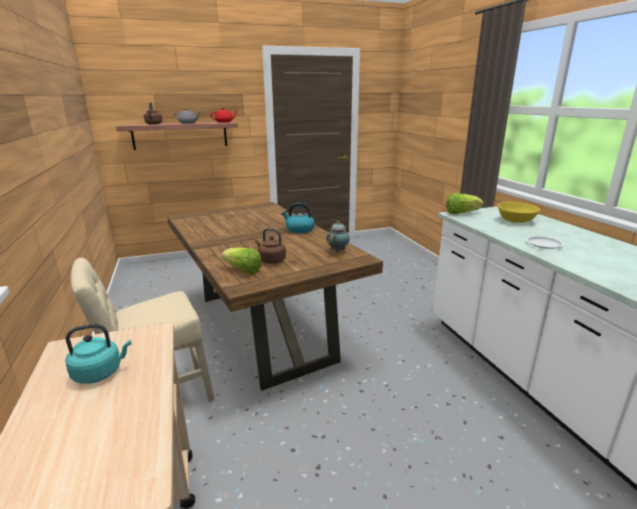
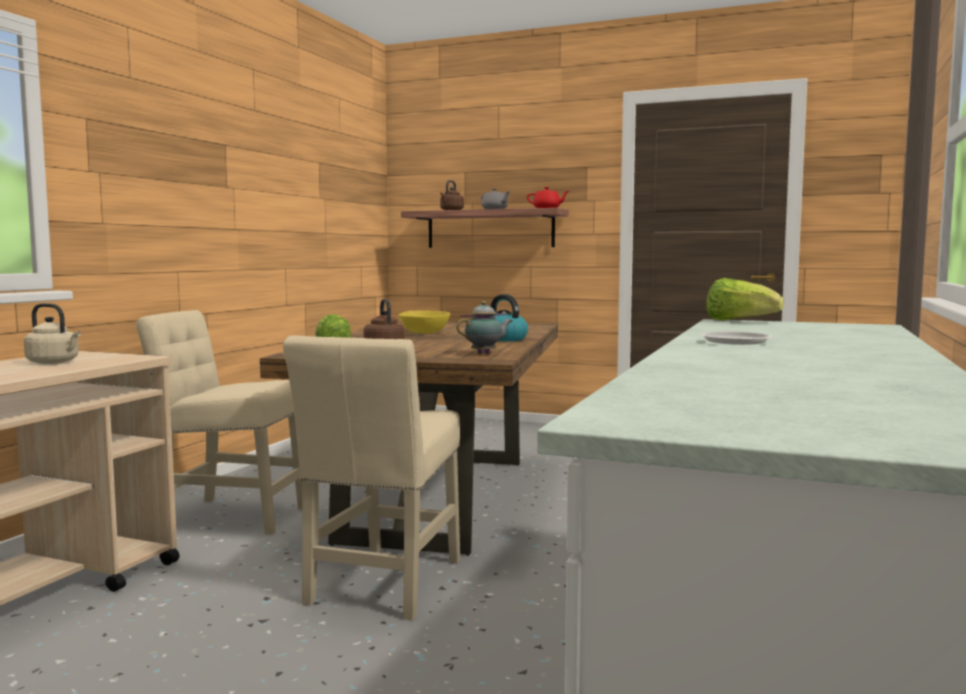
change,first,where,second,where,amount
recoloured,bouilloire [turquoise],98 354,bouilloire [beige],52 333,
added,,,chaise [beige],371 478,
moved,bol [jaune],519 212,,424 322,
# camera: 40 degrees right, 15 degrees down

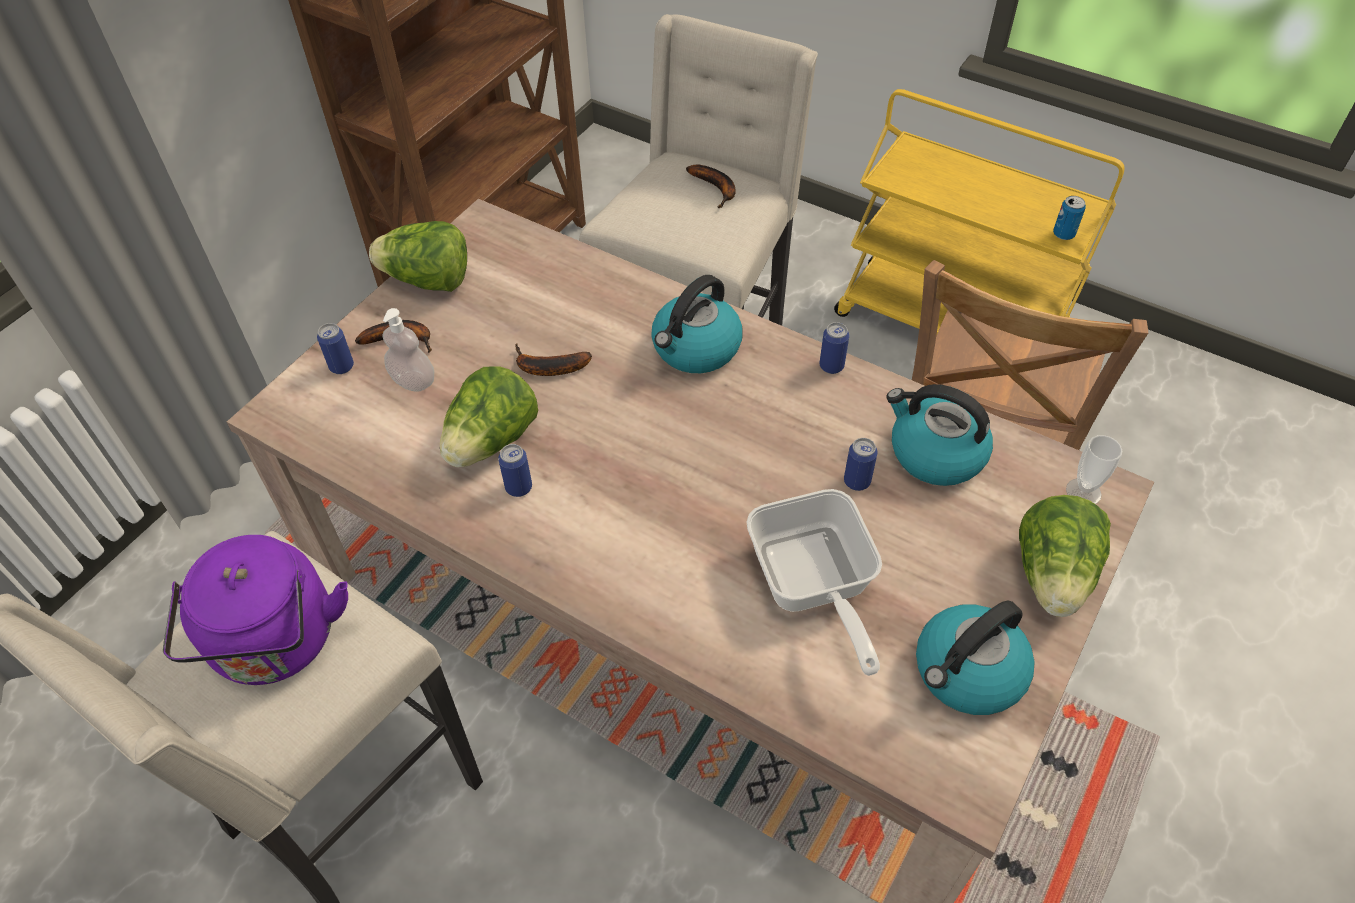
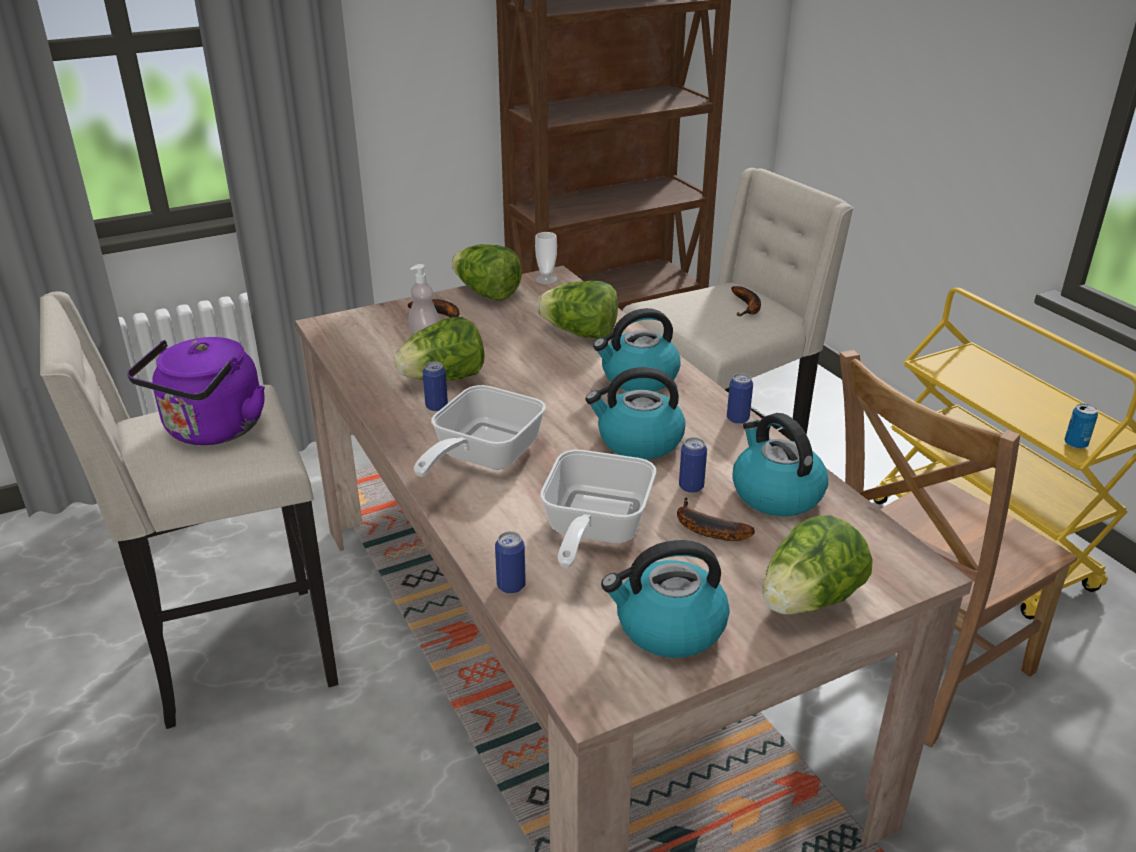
change,first,where,second,where,amount
added,,,poêle,480 431,
moved,boîte métallique,335 348,,510 562,
moved,tasse,1094 469,,546 258,
added,,,laitue,577 310,
added,,,bouilloire,635 413,
moved,banane,553 360,,716 519,
# camera: 30 degrees right, 20 degrees down

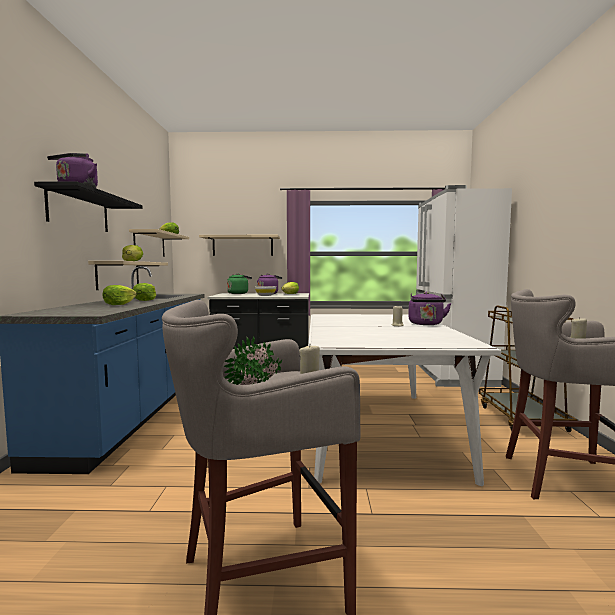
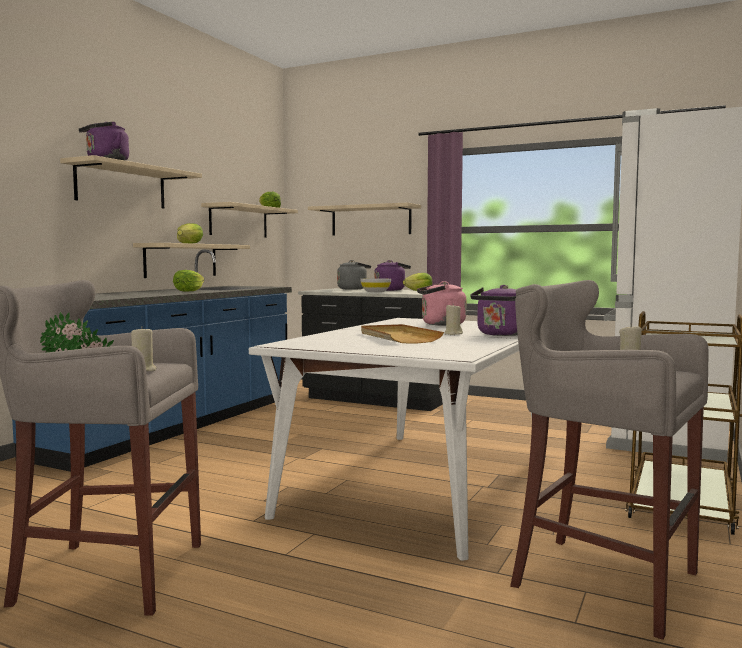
change,first,where,second,where,amount
recoloured,étagère [noir],88 206,étagère [beige],131 182,
recoloured,bouilloire [vert],239 283,bouilloire [gris],354 275,
added,,,plateau [beige],402 333,
added,,,bouilloire [rose],441 303,
removed,laitue,119 295,,,
# camera: 25 degrees right, 0 degrees up

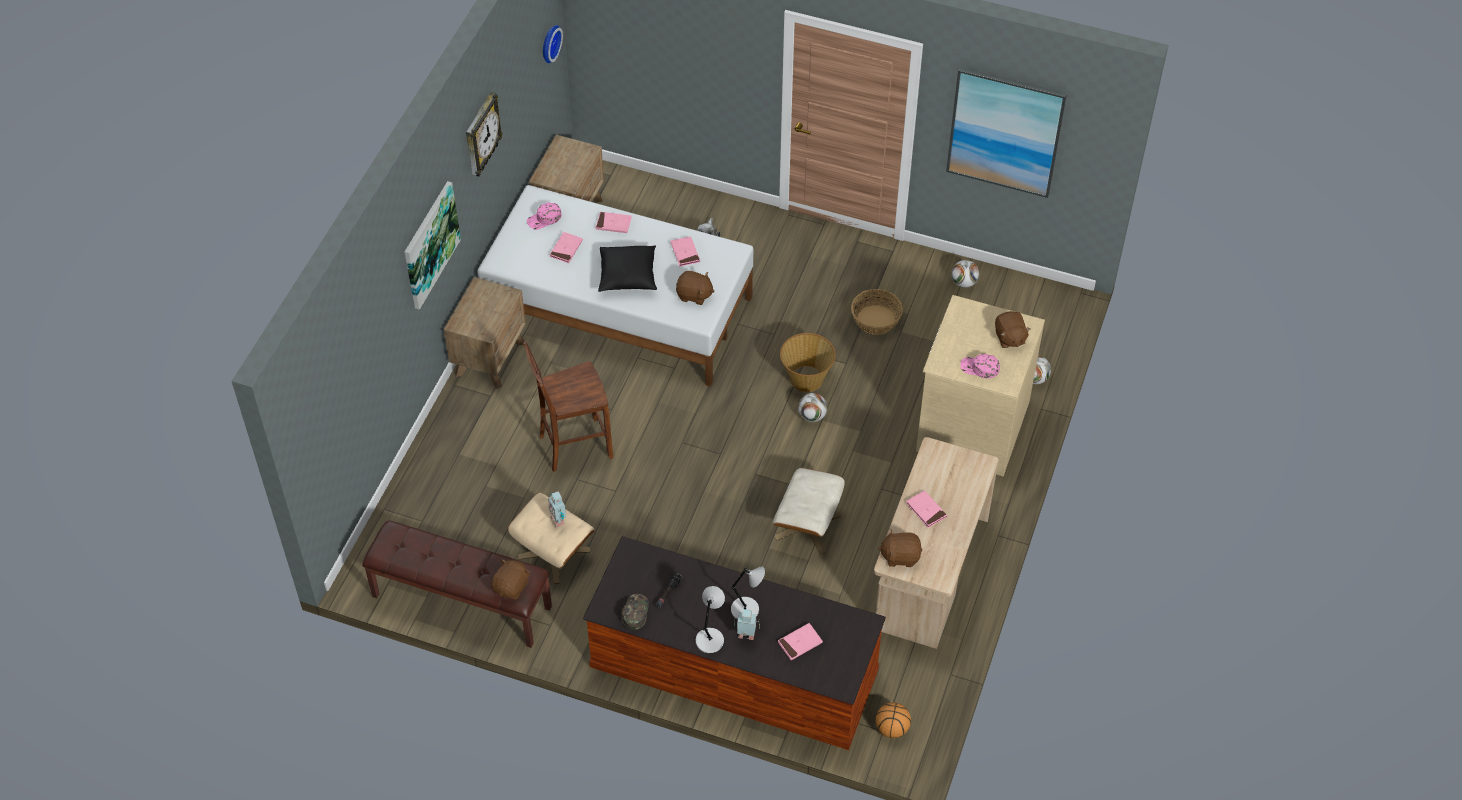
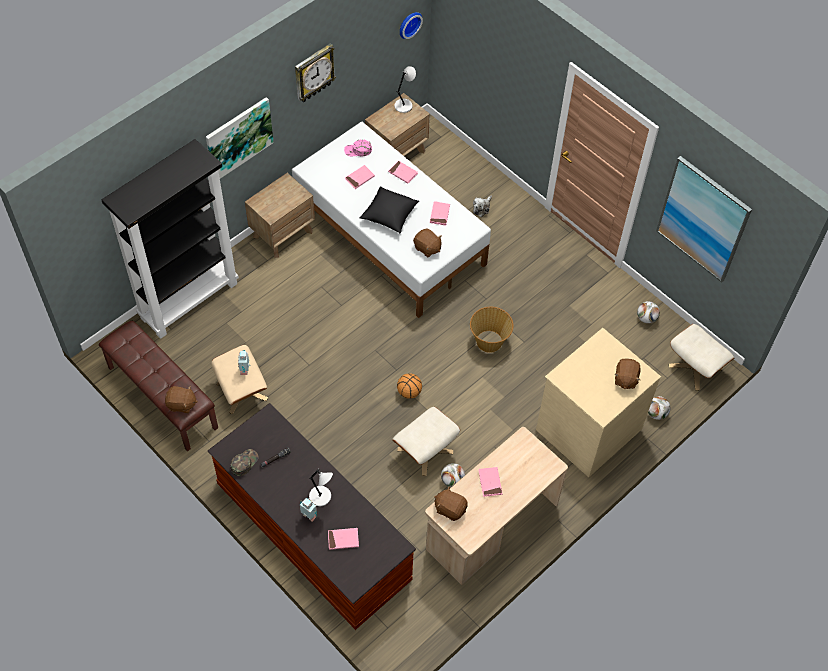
change,first,where,second,where,amount
added,,,bibliothèque [noir],170 239,
turned,peluche [marron],510 579,,181 399,45 degrees clockwise
moved,lampe de table [gris],710 619,,405 89,
moved,ballon de basket,893 720,,409 386,
moved,ballon de foot,812 407,,453 475,
added,,,pouf [beige],701 357,
removed,chaise [marron],568 407,,,
removed,panier,877 312,,,
removed,casquette [rose],980 366,,,
# camera: 25 degrees right, 5 degrees up

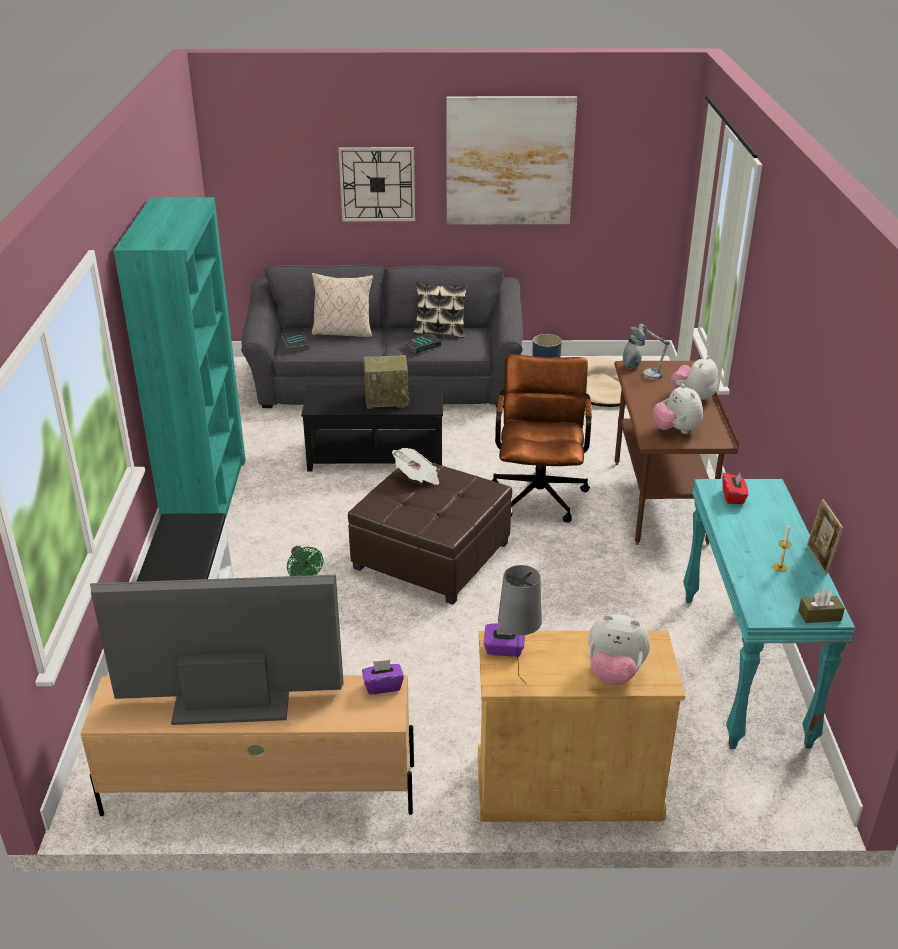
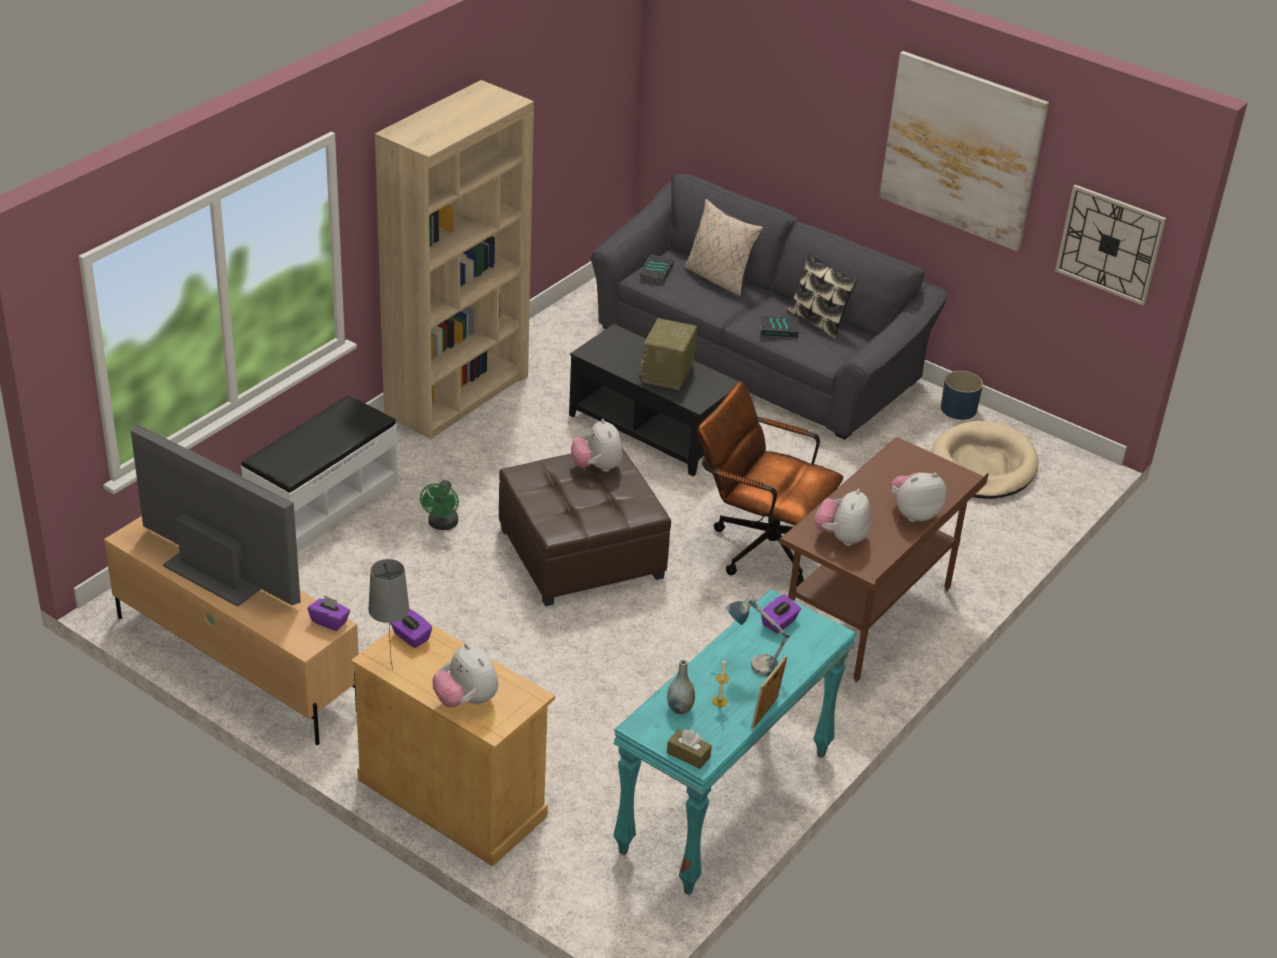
change,first,where,second,where,amount
recoloured,bibliothèque [turquoise],180 357,bibliothèque [beige],454 259,
replaced,journal,415 466,peluche,596 445,
turned,radio,387 382,,668 354,75 degrees clockwise
moved,vase [gris],632 348,,681 687,
turned,chaise de bureau [marron],542 438,,770 483,105 degrees counterclockwise
moved,lampe de table,648 352,,758 635,
recoloured,boîte à mouchoirs [rouge],735 488,boîte à mouchoirs [violet],781 613,
moved,horloge murale,376 184,,1110 245,
# camera: 35 degrees right, 5 degrees up

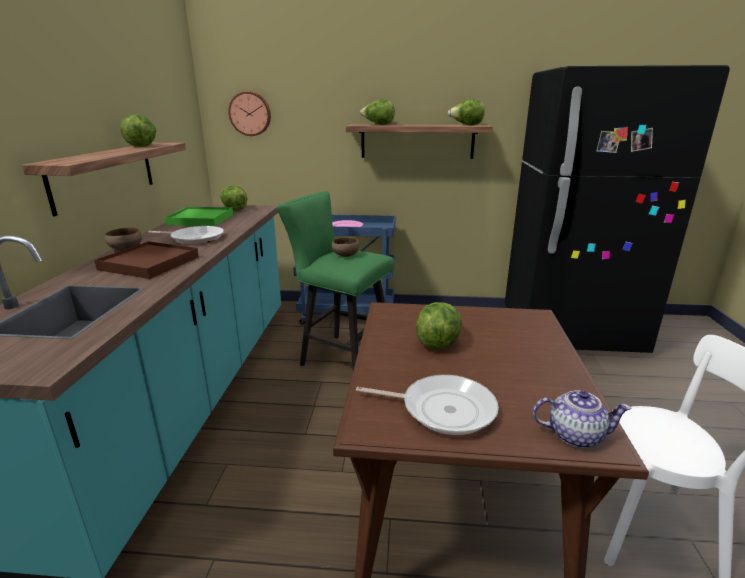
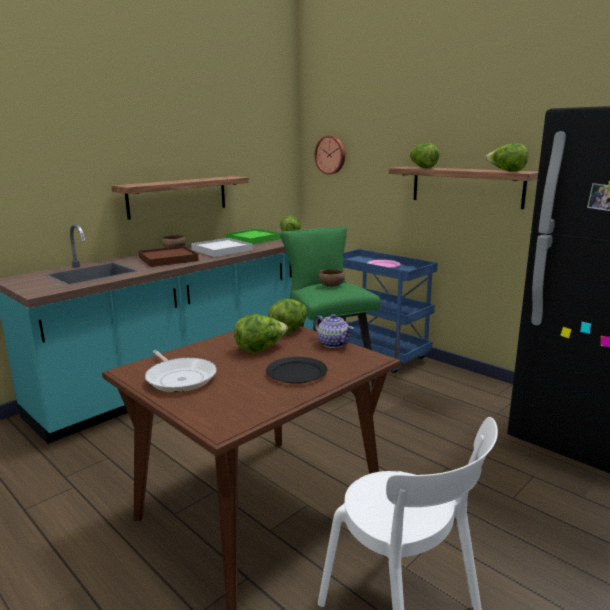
change,first,where,second,where,amount
replaced,poêle,186 235,plateau [blanc],222 247,
added,,,assiette [noir],296 370,
moved,laitue,138 130,,287 316,
moved,théière,582 419,,334 331,
# camera: 40 degrees right, 5 degrees down

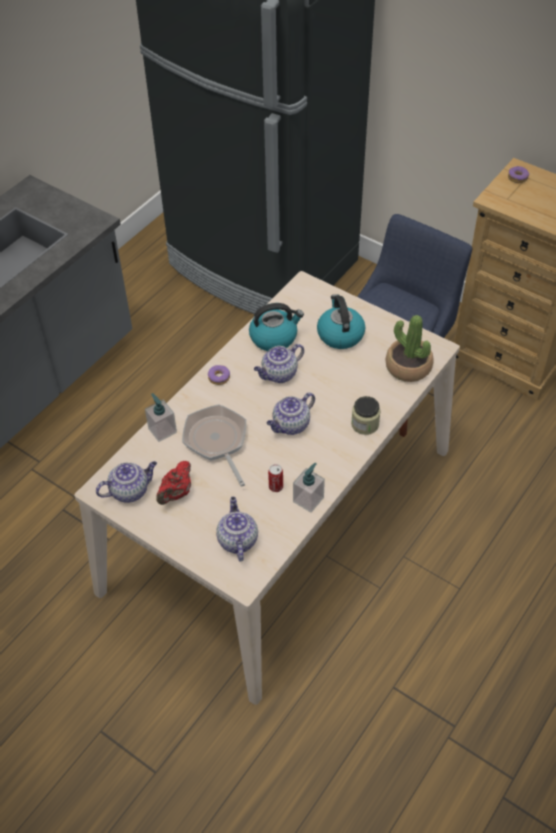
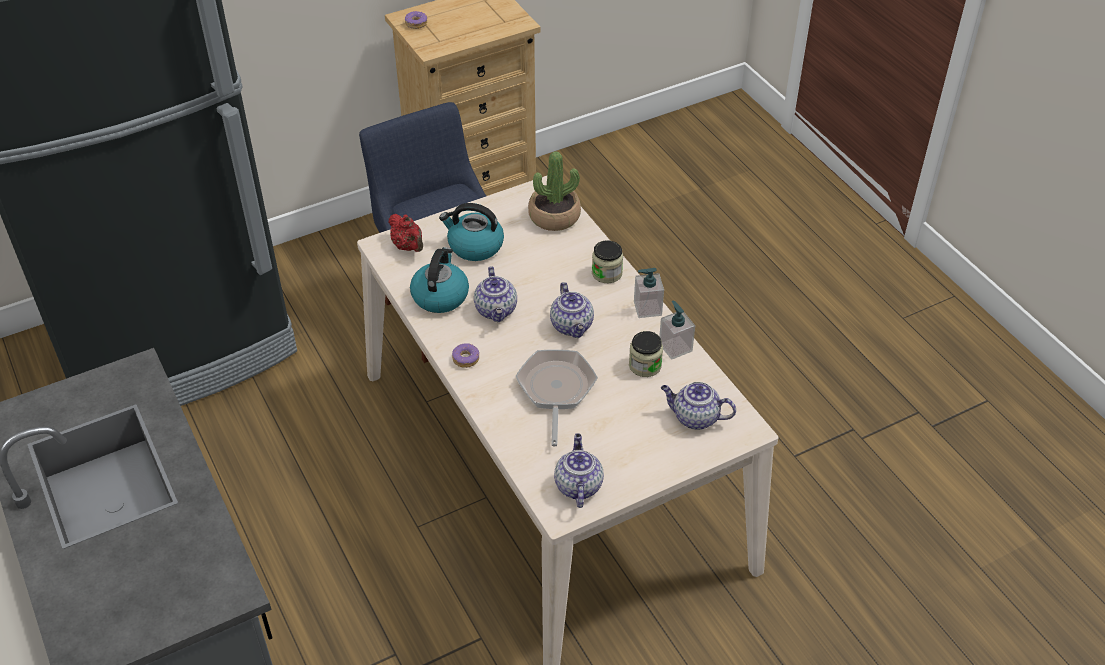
change,first,where,second,where,amount
moved,théière [rouge],173 483,,405 233,
turned,poêle,214 445,,557 398,90 degrees clockwise
replaced,boîte métallique,275 478,bocal,646 354,
moved,distributeur de savon,161 417,,649 293,
# camera: 65 degrees left, 5 degrees down

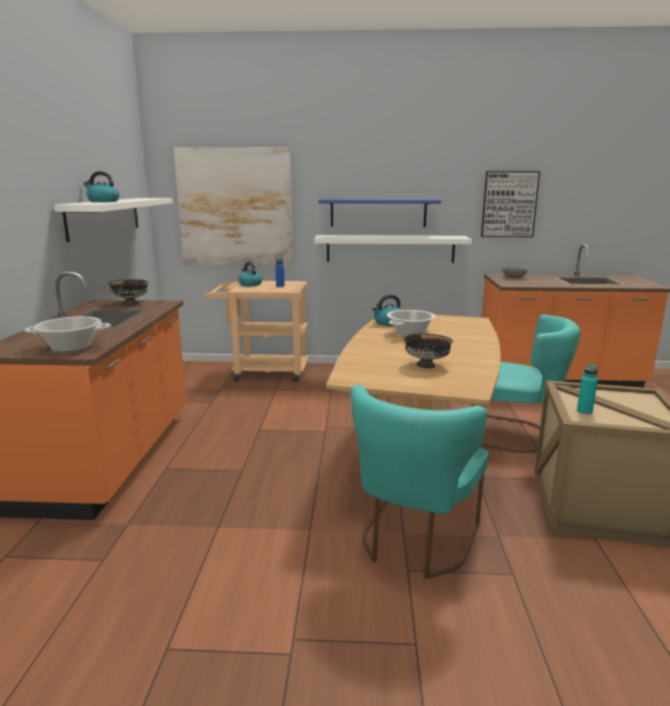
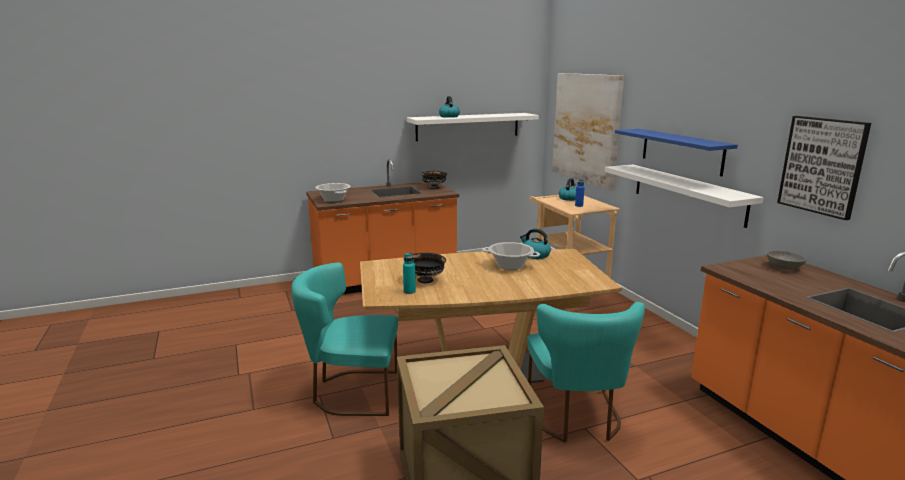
change,first,where,second,where,amount
moved,bouteille [turquoise],587 389,,409 273,
# camera: 65 degrees right, 0 degrees up

